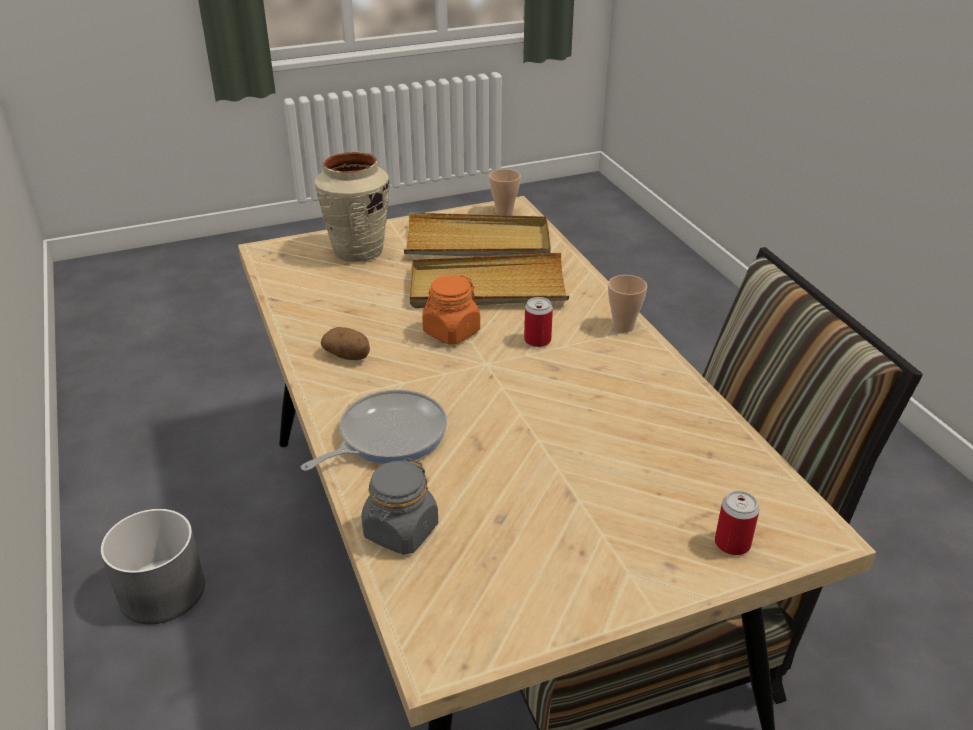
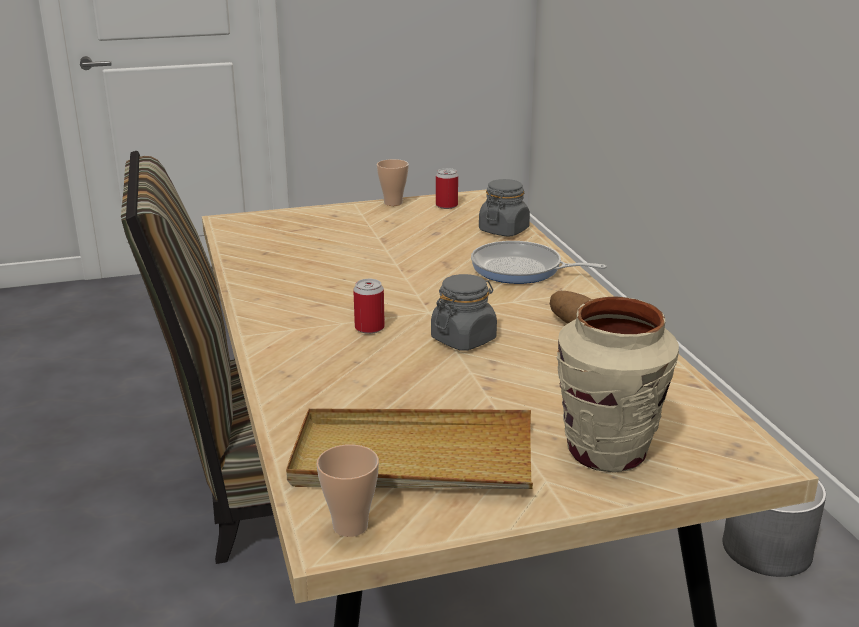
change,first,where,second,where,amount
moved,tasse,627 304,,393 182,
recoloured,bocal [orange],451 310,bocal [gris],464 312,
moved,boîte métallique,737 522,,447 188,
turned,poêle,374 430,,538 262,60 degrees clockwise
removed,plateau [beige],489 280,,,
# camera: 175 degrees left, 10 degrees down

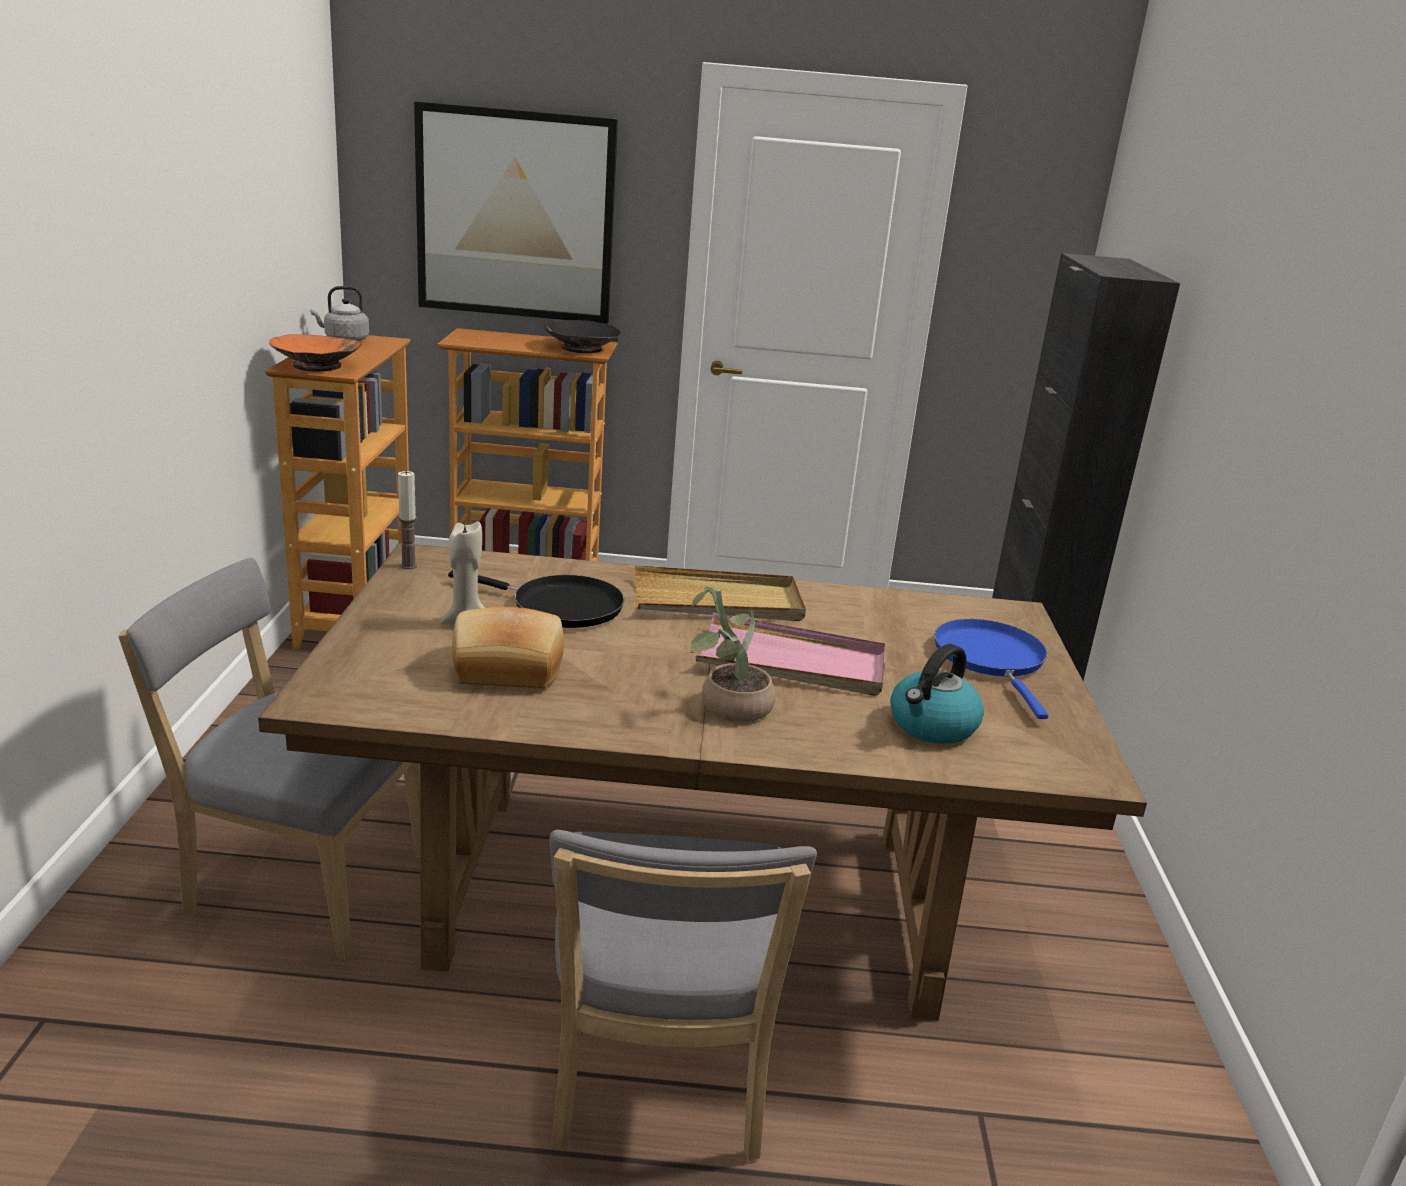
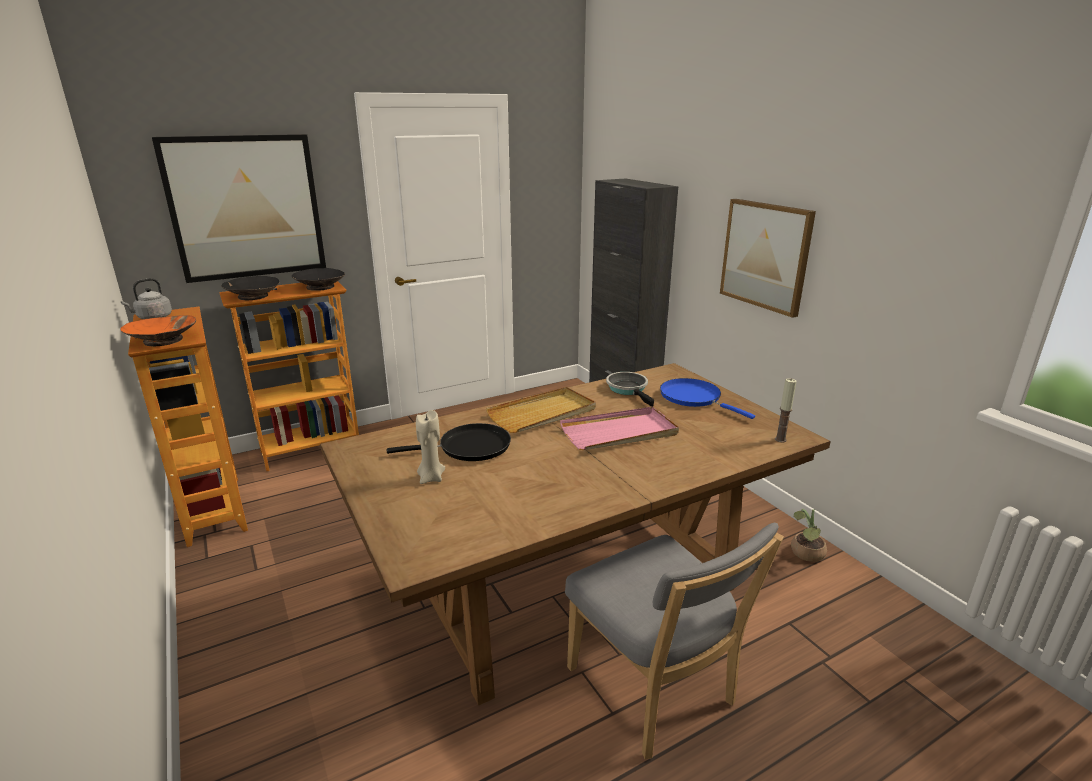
change,first,where,second,where,amount
added,,,bol [noir],250 288,
added,,,poêle,630 389,
added,,,tableau,768 258,
moved,bougie,407 519,,786 410,
moved,plante en pot,733 654,,809 535,
removed,chaise [gris],269 759,,,
removed,pain,508 648,,,
removed,bouilloire,937 694,,,
# camera: 30 degrees left, 0 degrees up

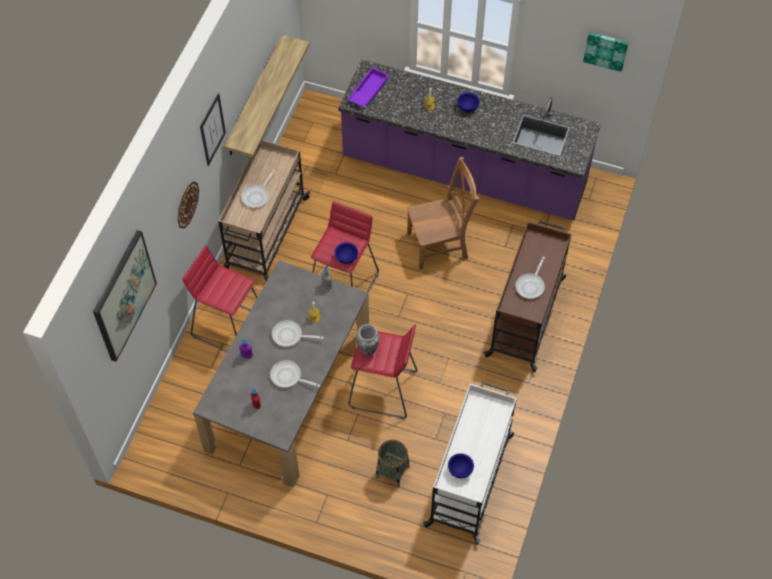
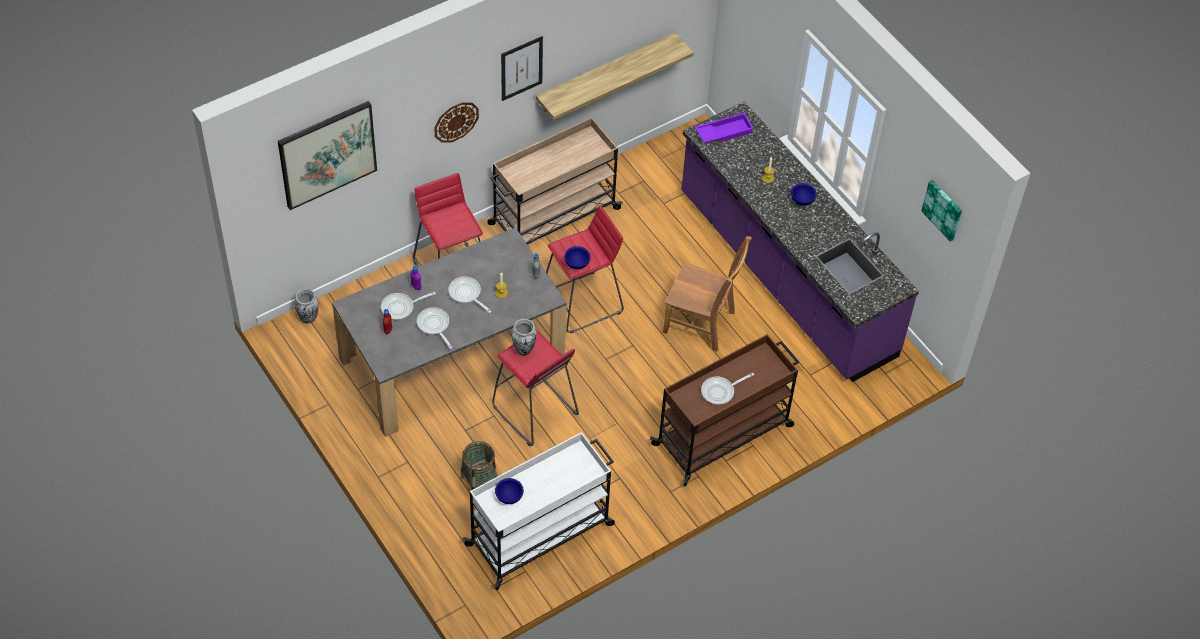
change,first,where,second,where,amount
added,,,vase,306 306,
moved,poêle,258 189,,408 306,
# camera: 35 degrees right, 5 degrees down

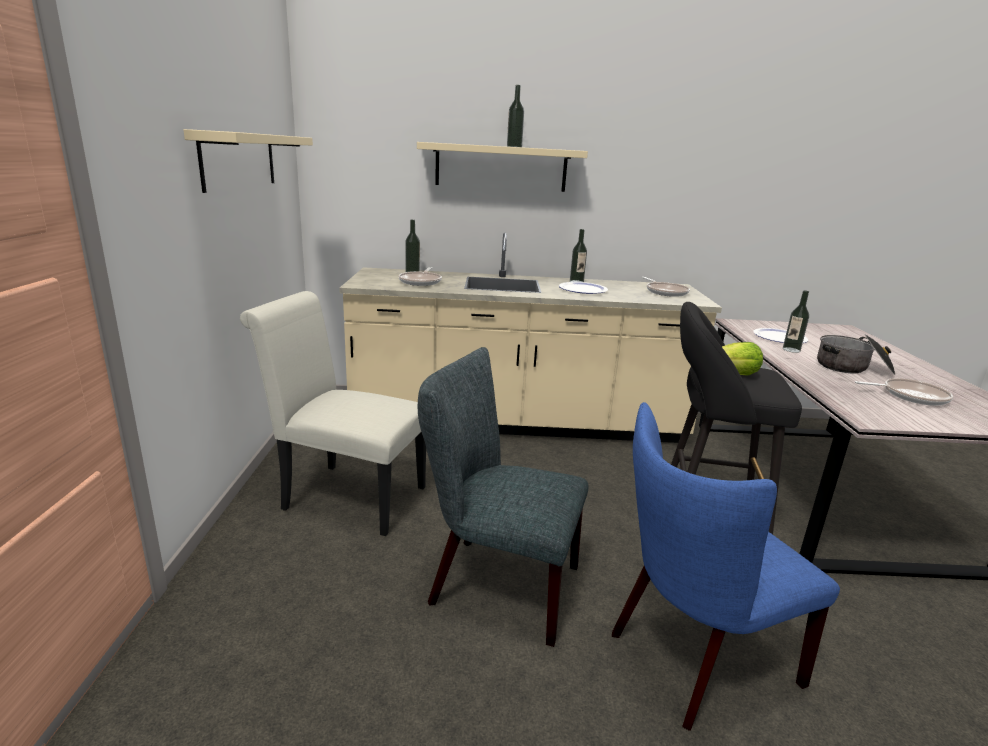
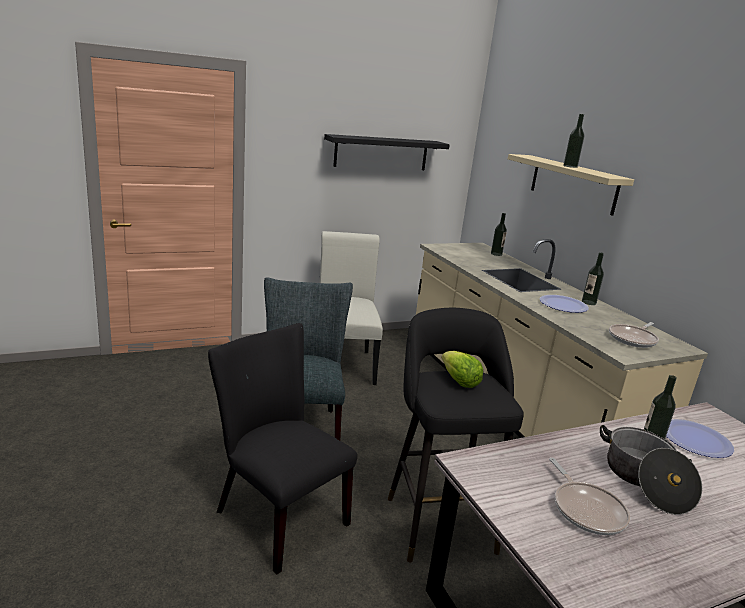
change,first,where,second,where,amount
recoloured,chaise [bleu],726 566,chaise [noir],282 448,
recoloured,étagère [beige],248 161,étagère [noir],387 152,
removed,poêle,420 276,,,
# camera: 65 degrees right, 0 degrees up

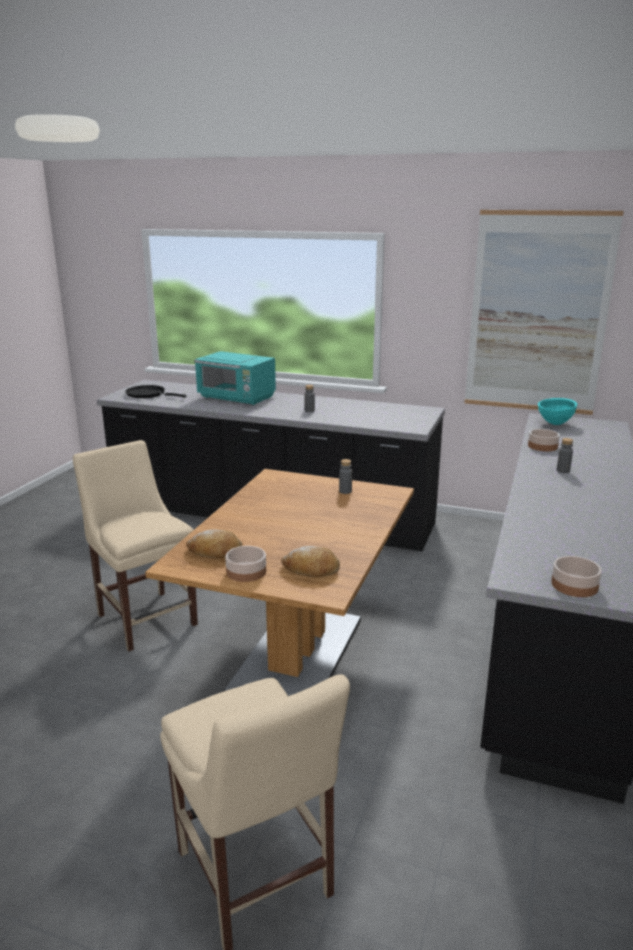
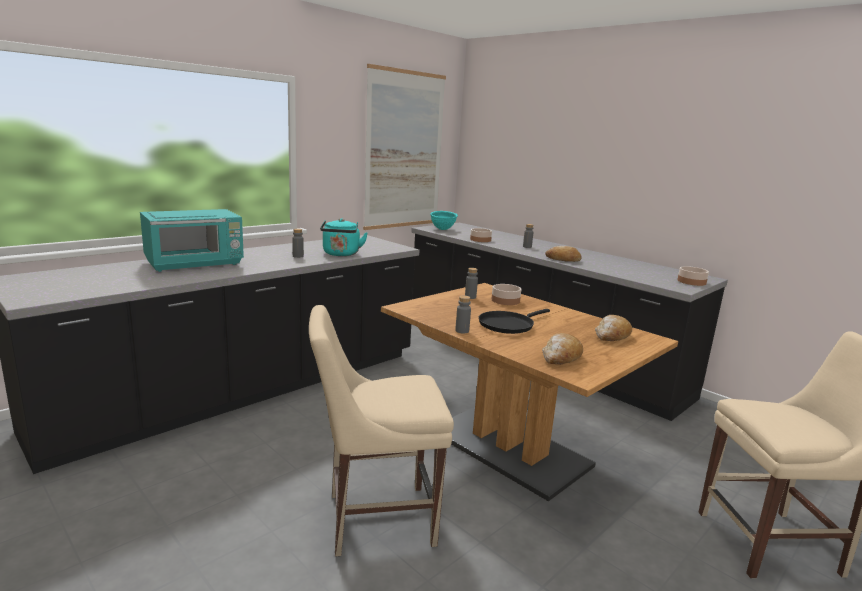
change,first,where,second,where,amount
added,,,bouilloire [turquoise],344 237,
added,,,bouteille [gris],463 315,
moved,poêle [noir],156 391,,514 321,
moved,bol,245 564,,506 294,
added,,,pain,563 254,
# camera: 65 degrees left, 5 degrees down

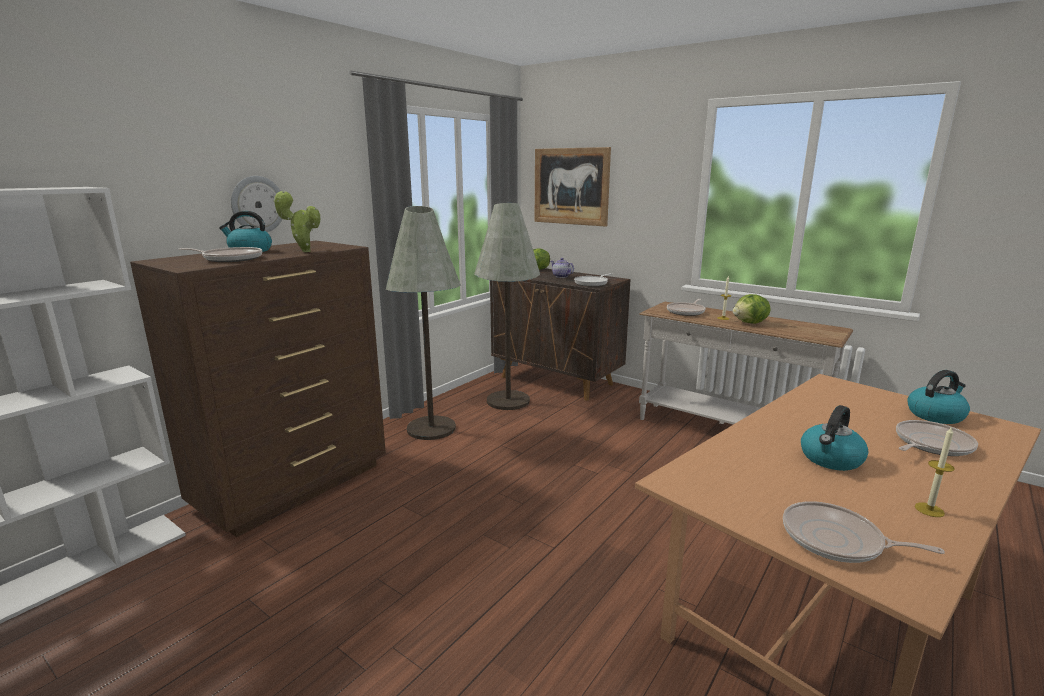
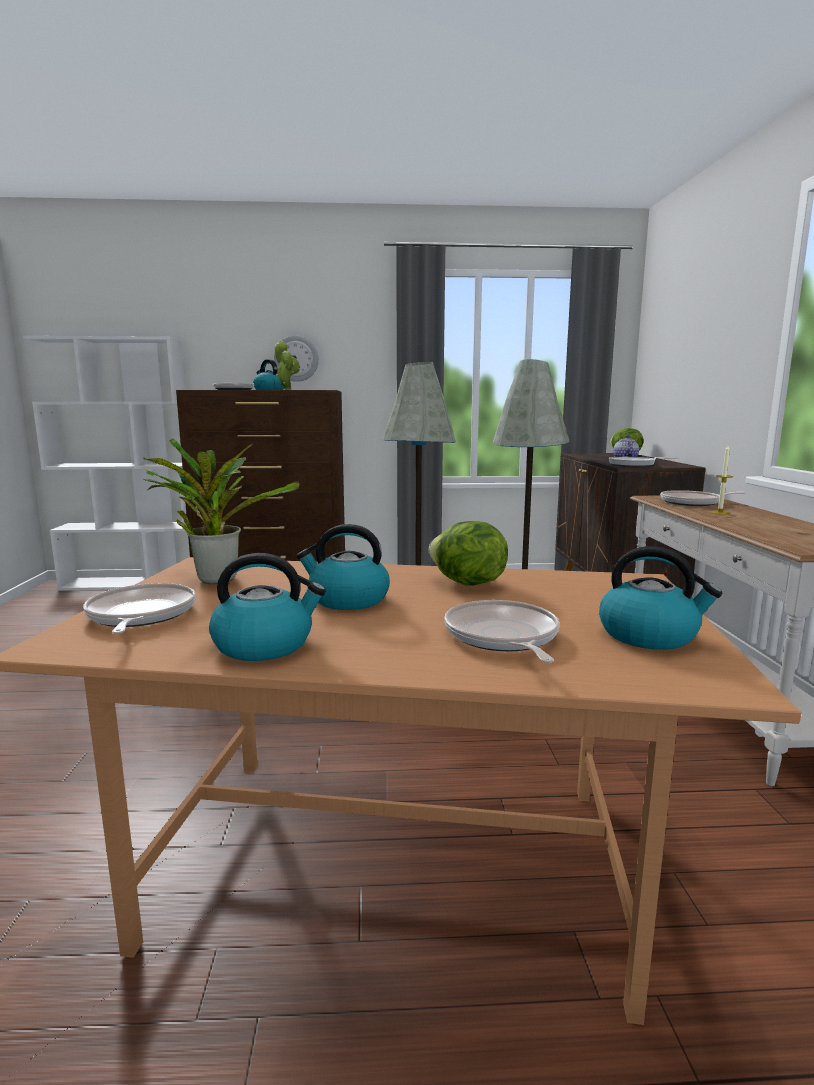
change,first,where,second,where,amount
added,,,plante en pot,221 511,
replaced,bougie,935 471,bouilloire,267 607,
moved,laitue,751 309,,468 553,
turned,poêle,937 438,,502 631,120 degrees counterclockwise
removed,tableau,573 187,,,
# camera: 50 degrees right, 5 degrees down

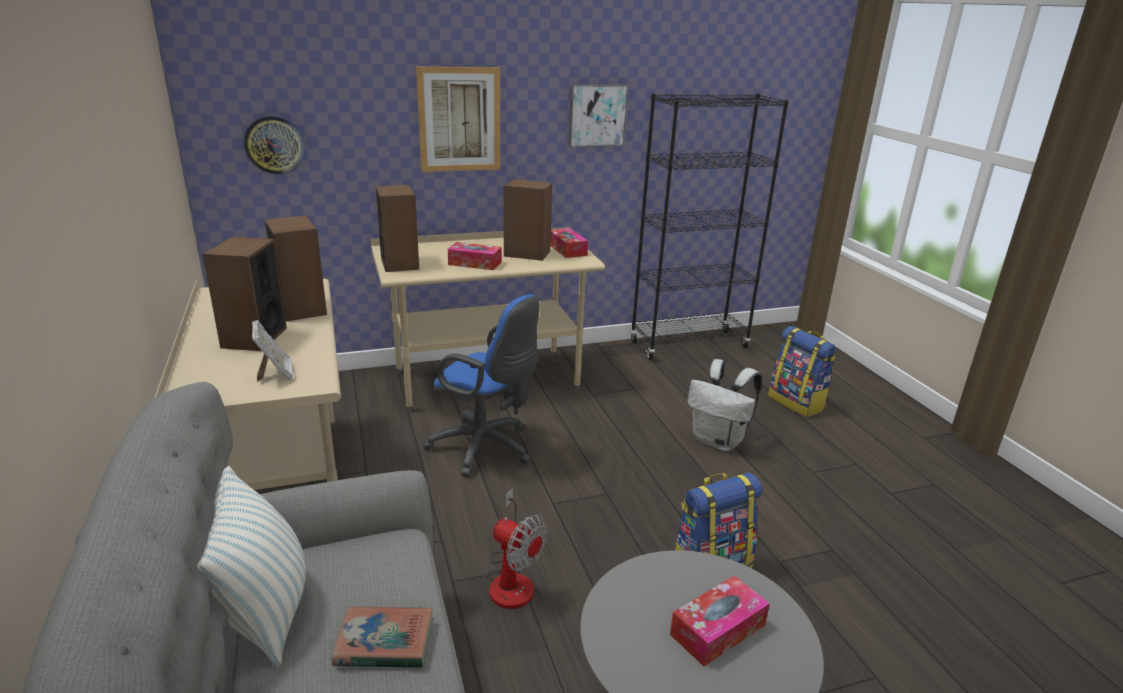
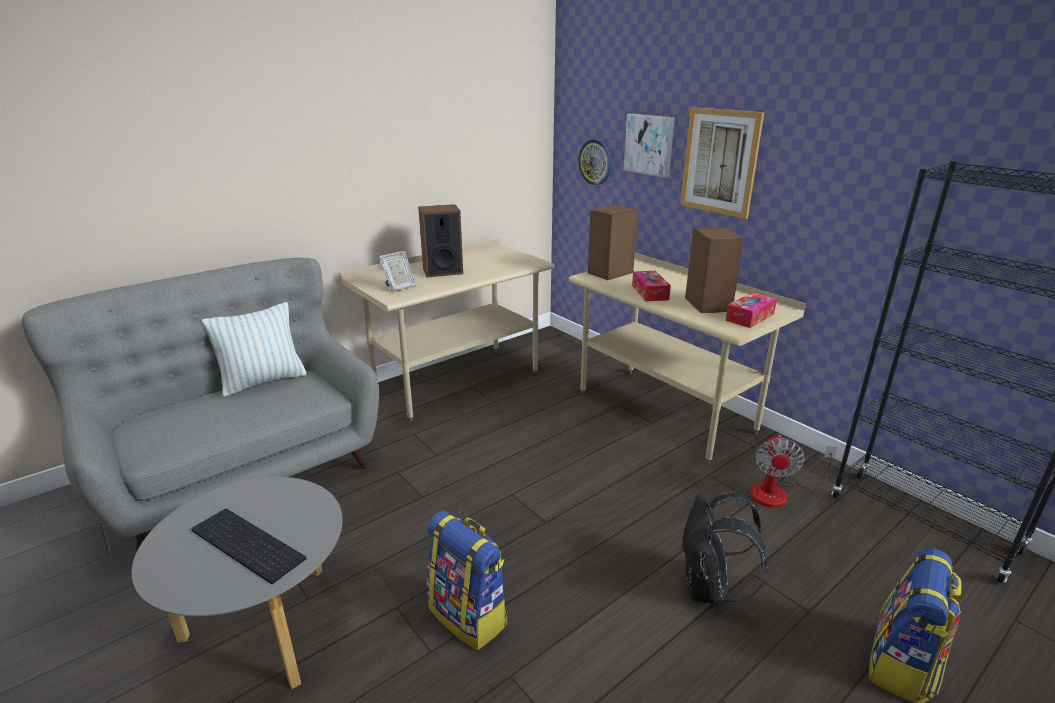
change,first,where,second,where,amount
replaced,boîte à mouchoirs,720 621,clavier,249 546,
moved,tableau,598 116,,649 145,
recoloured,sac à dos [blanc],724 405,sac à dos [noir],724 549,
moved,ventilateur,516 549,,793 471,
removed,enceinte,296 268,,,
removed,livre,382 637,,,
removed,chaise de bureau [bleu],481 386,,,
# camera: 70 degrees right, 0 degrees up

